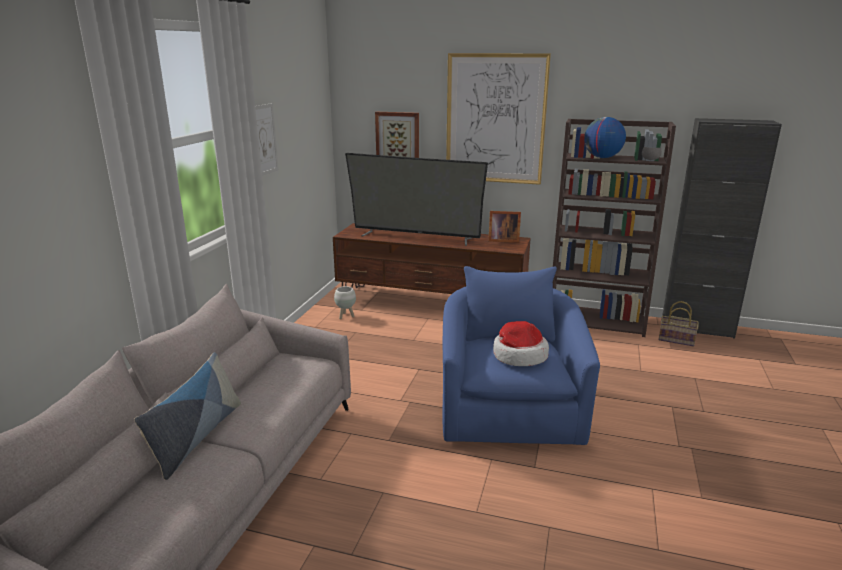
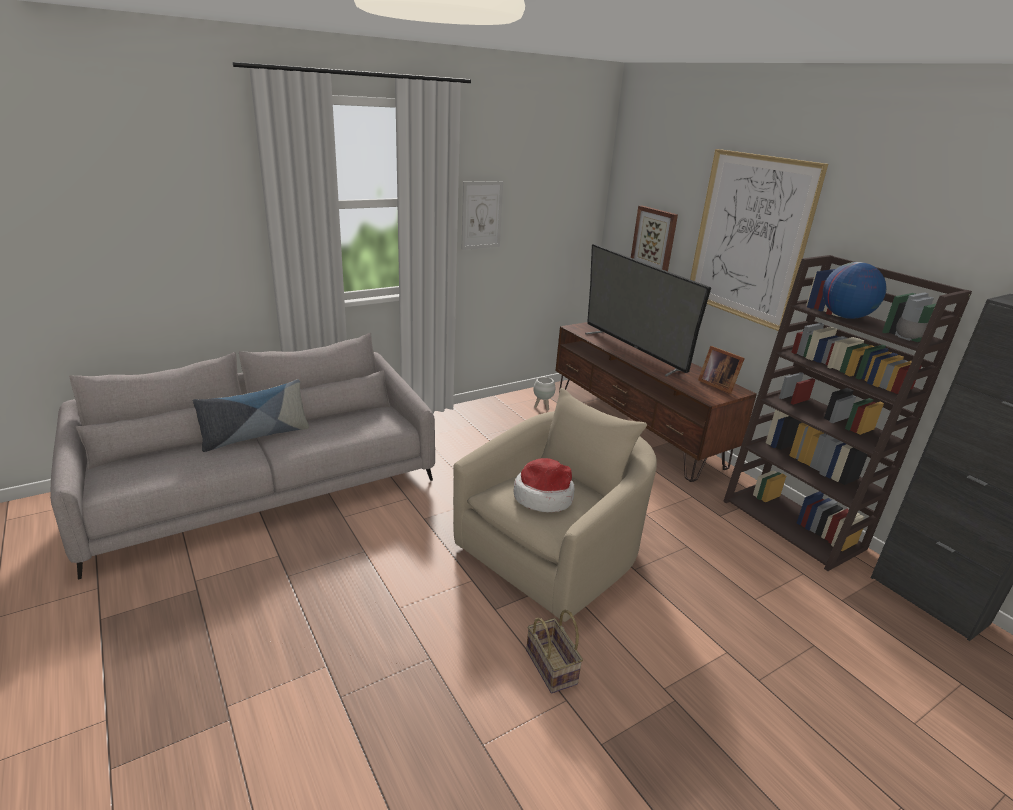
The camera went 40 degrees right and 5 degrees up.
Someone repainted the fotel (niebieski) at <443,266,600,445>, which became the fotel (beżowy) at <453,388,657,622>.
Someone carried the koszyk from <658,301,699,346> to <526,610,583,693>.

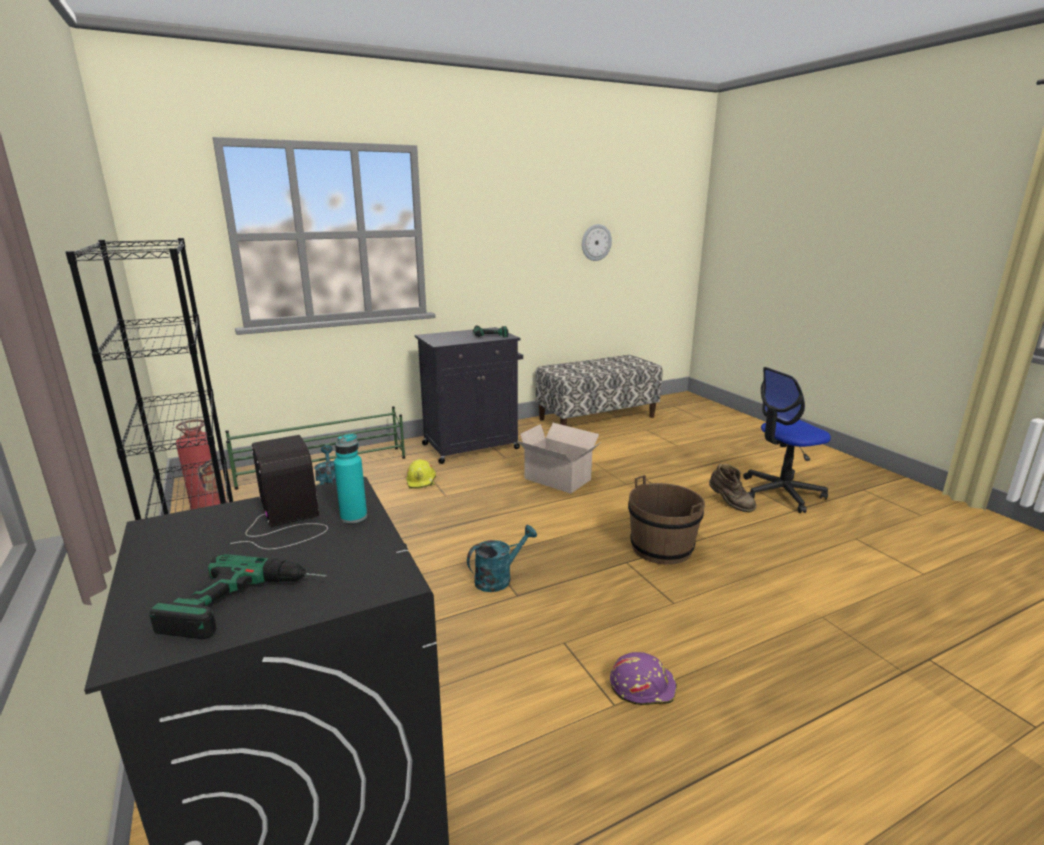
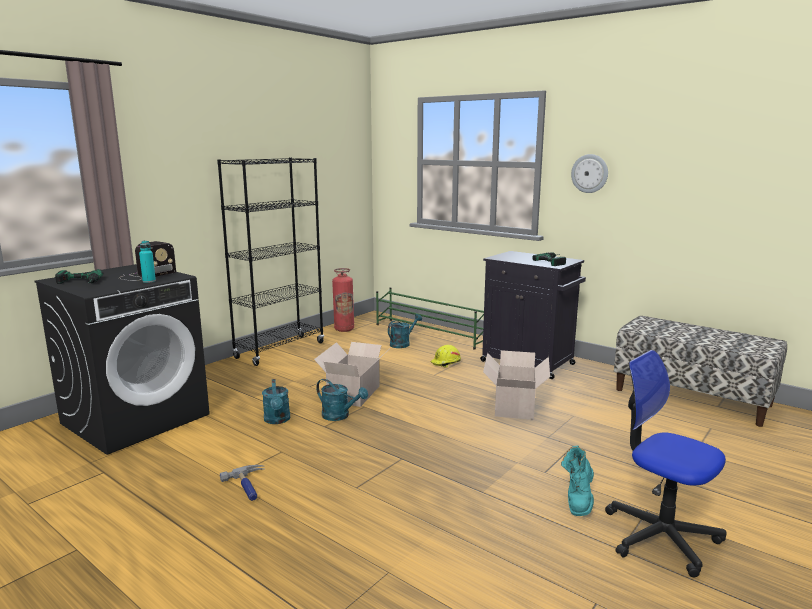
The camera went 65 degrees right and 5 degrees down.
Someone swapped the kask (fioletowy) at <610,652,677,705> for the młotek at <220,465,265,501>.
Someone put down the konewka (turkusowy) at <262,379,290,424>.
Someone put down the karton at <314,342,388,407>.
Someone repainted the but z cholewką (brązowy) at <709,464,757,512>, which became the but z cholewką (turkusowy) at <561,445,594,516>.
Someone carried the zegar ścienny from <582,224,612,261> to <571,154,608,193>.
Someone took away the wiadro (brązowy) at <628,475,705,565>.

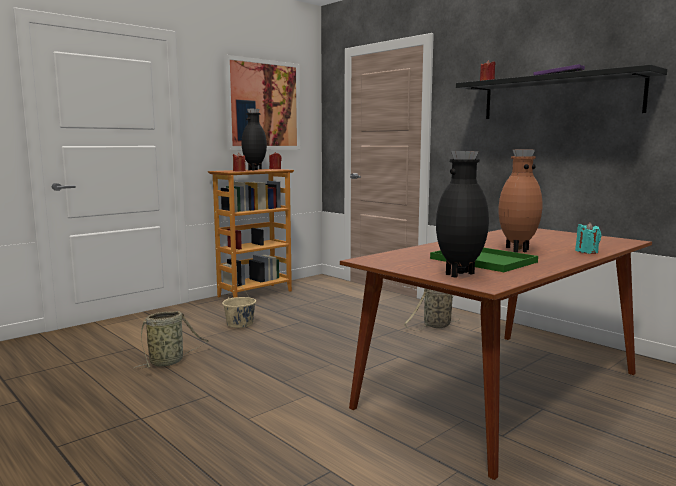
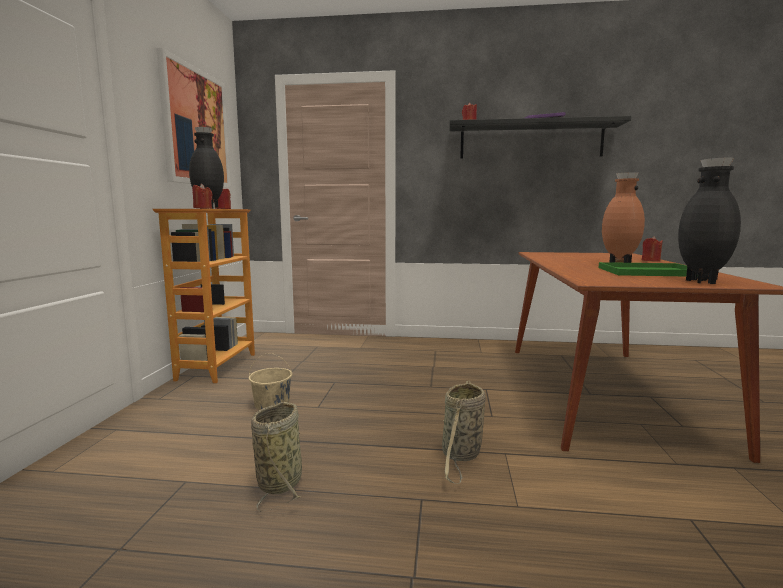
The camera went 40 degrees left and 0 degrees up.
Someone carried the koszyk from <404,288,460,331> to <442,381,486,484>.
Someone repainted the świeca (turkusowy) at <575,222,601,254>, which became the świeca (czerwony) at <642,236,663,262>.

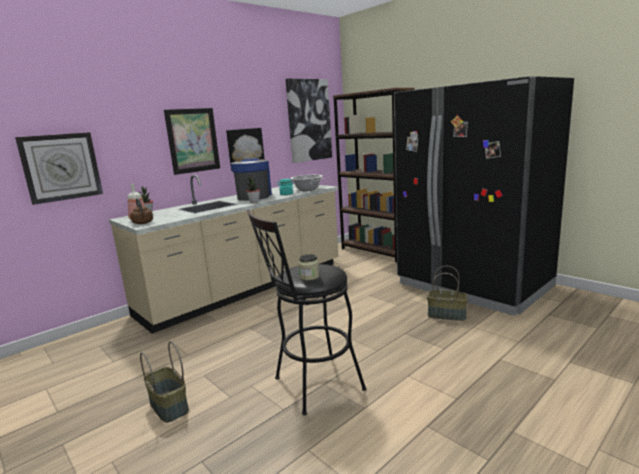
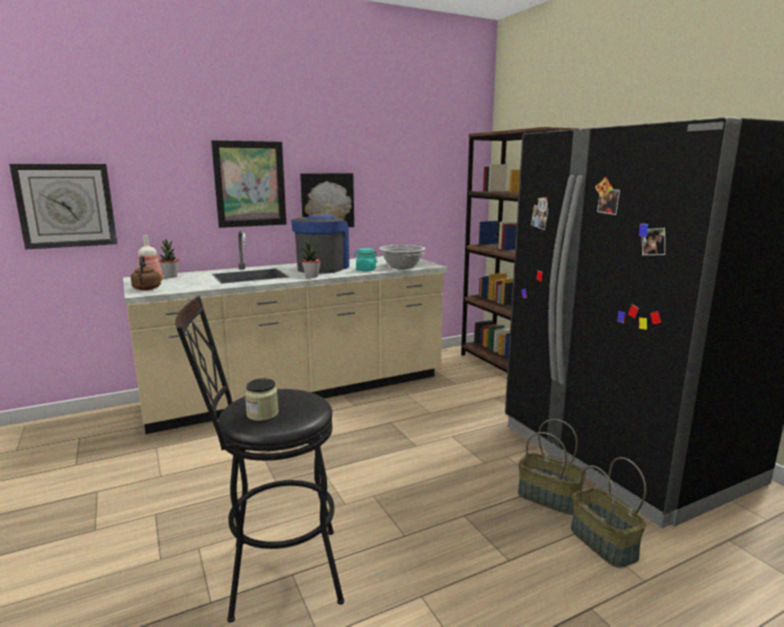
The camera went 15 degrees right and 0 degrees up.
Someone carried the koszyk from <140,341,189,423> to <571,457,646,568>.
Someone took away the obraz at <286,79,332,163>.

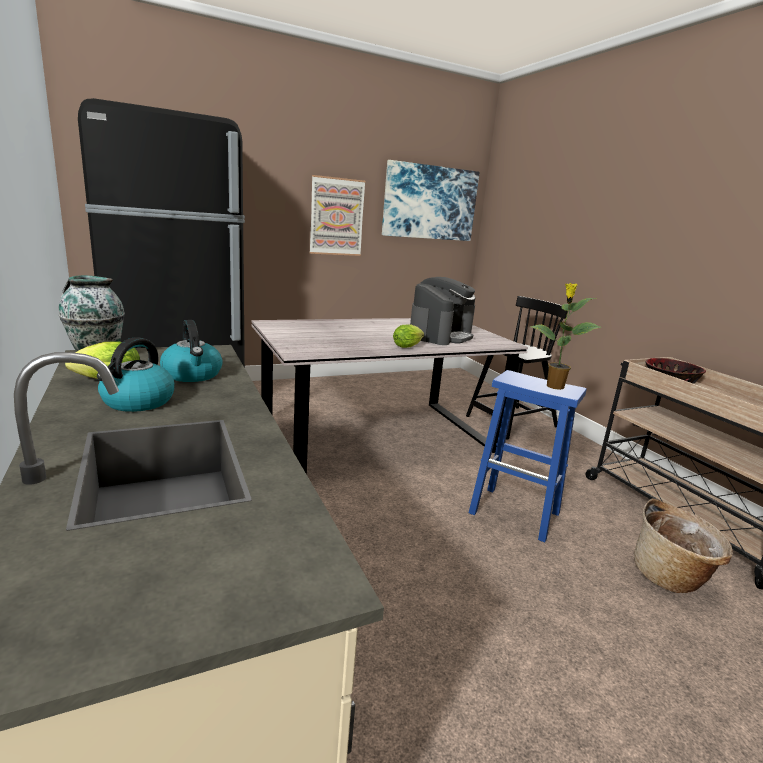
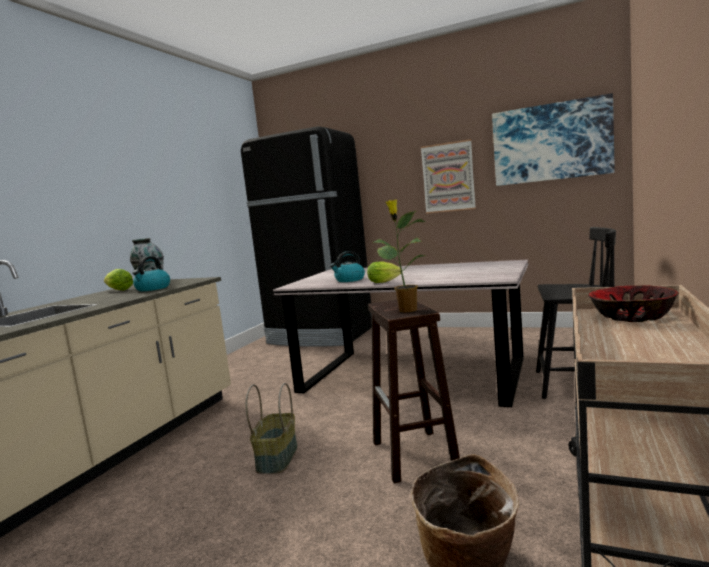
The camera went 50 degrees right and 10 degrees down.
Someone put down the koszyk at <246,383,297,474>.
Someone carried the czajnik from <97,337,175,412> to <330,251,365,282>.
Someone repainted the stołek (niebieski) at <469,370,587,543>, which became the stołek (brązowy) at <368,300,460,483>.
Someone took away the ekspres do kawy at <410,277,475,345>.

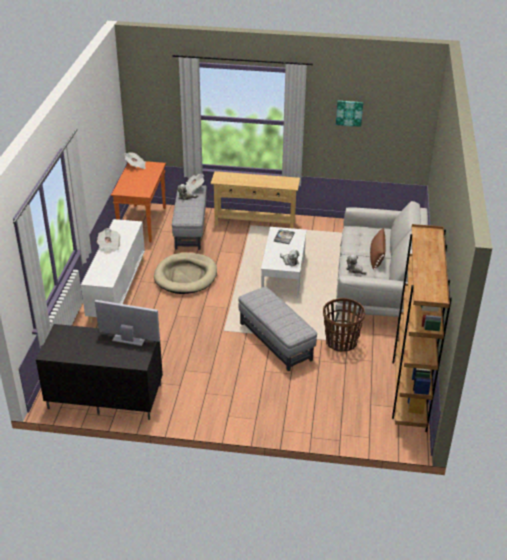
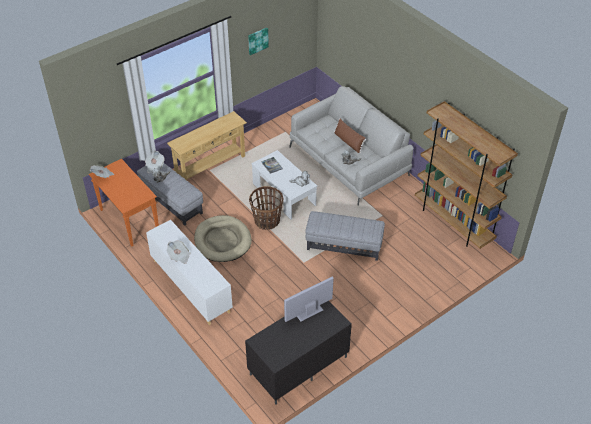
The camera went 45 degrees left and 10 degrees up.
Someone carried the koszyk from <323,298,365,352> to <249,186,283,230>.

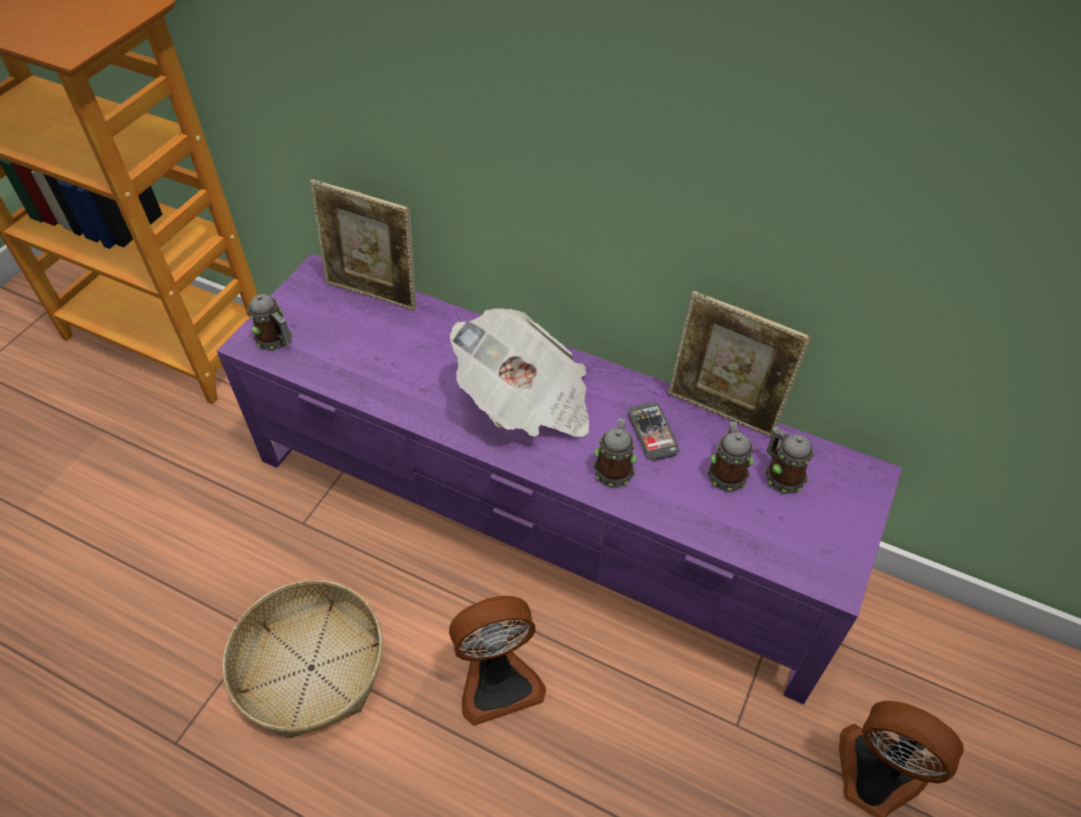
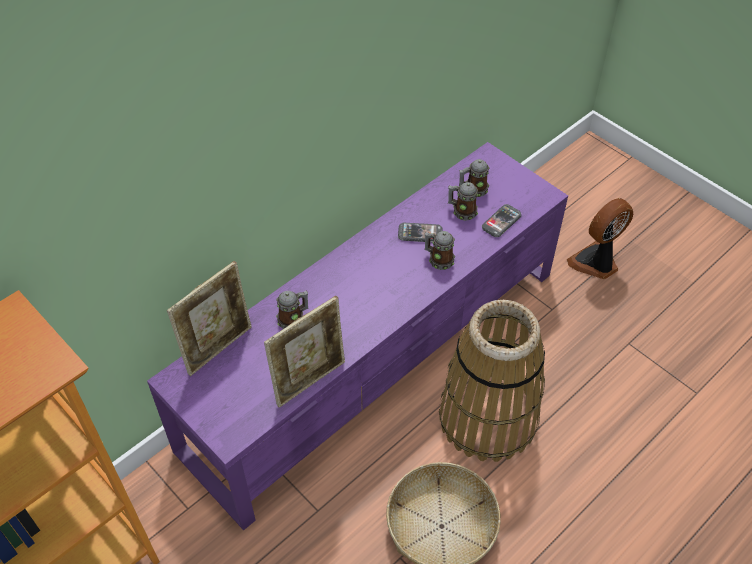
The camera went 70 degrees left and 0 degrees up.
Someone carried the ramka na zdjęcie from <668,291,811,437> to <264,296,345,408>.
Someone carried the kubek from <247,294,292,351> to <276,291,309,329>.
Someone swapped the wentylator at <449,596,546,726> for the koszyk at <439,300,545,462>.
Someone put down the telefon at <482,204,522,237>.
Someone took away the gazeta at <450,308,589,437>.

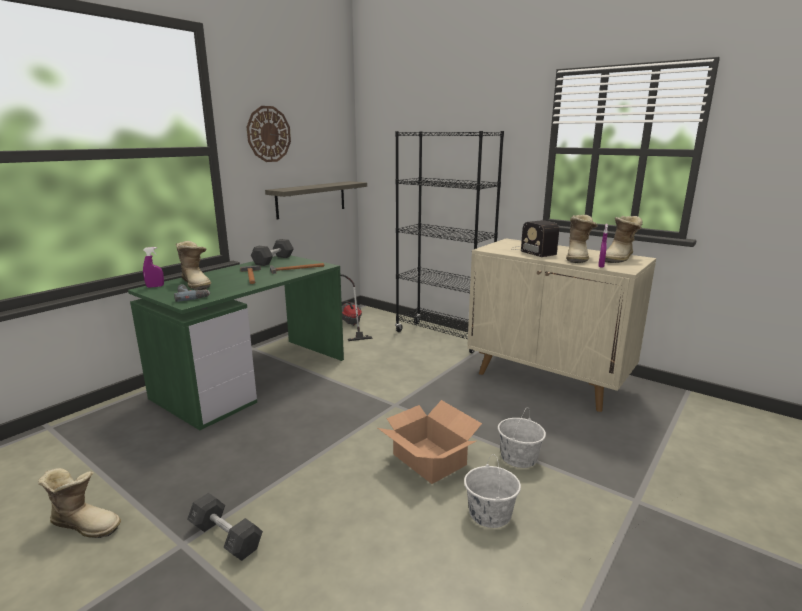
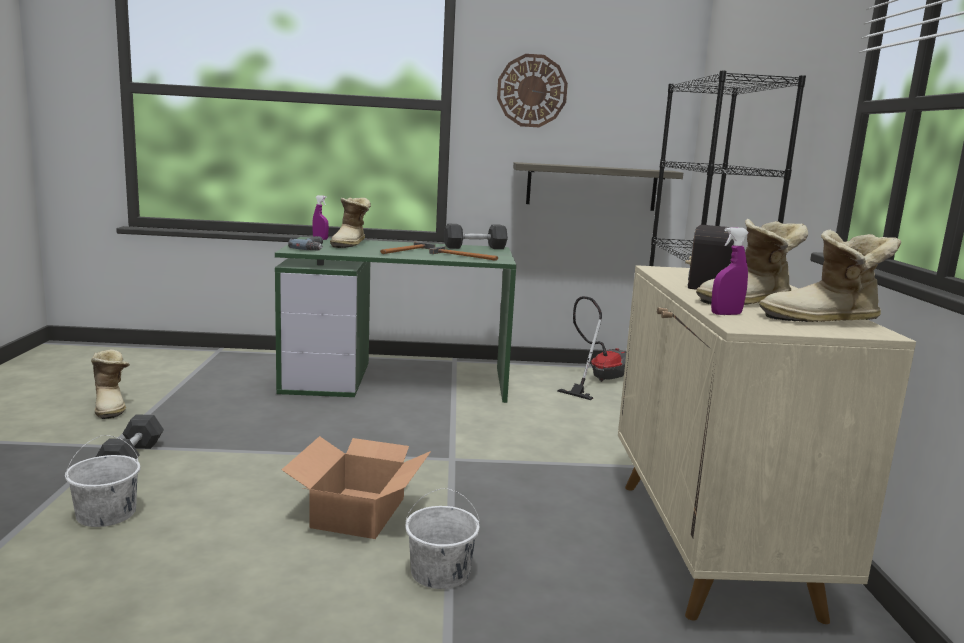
The camera went 50 degrees right and 5 degrees down.
Someone carried the wiadro (biały) from <464,454,521,528> to <65,435,140,527>.

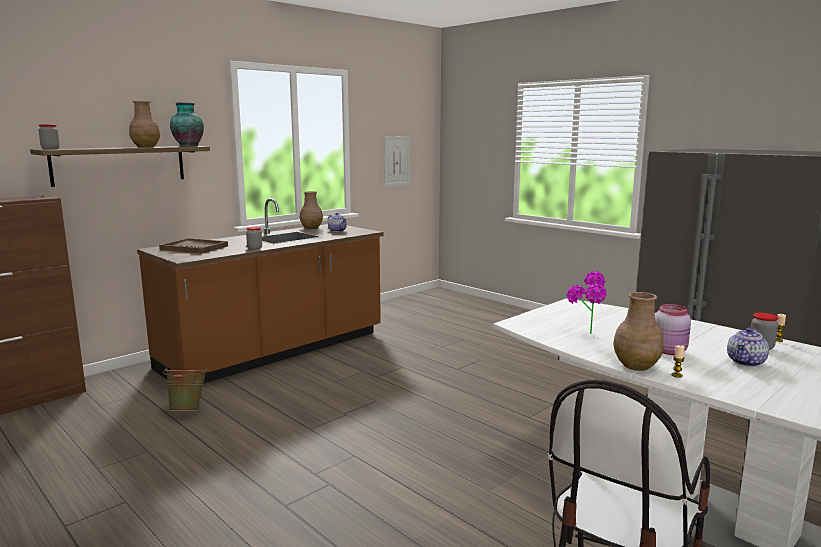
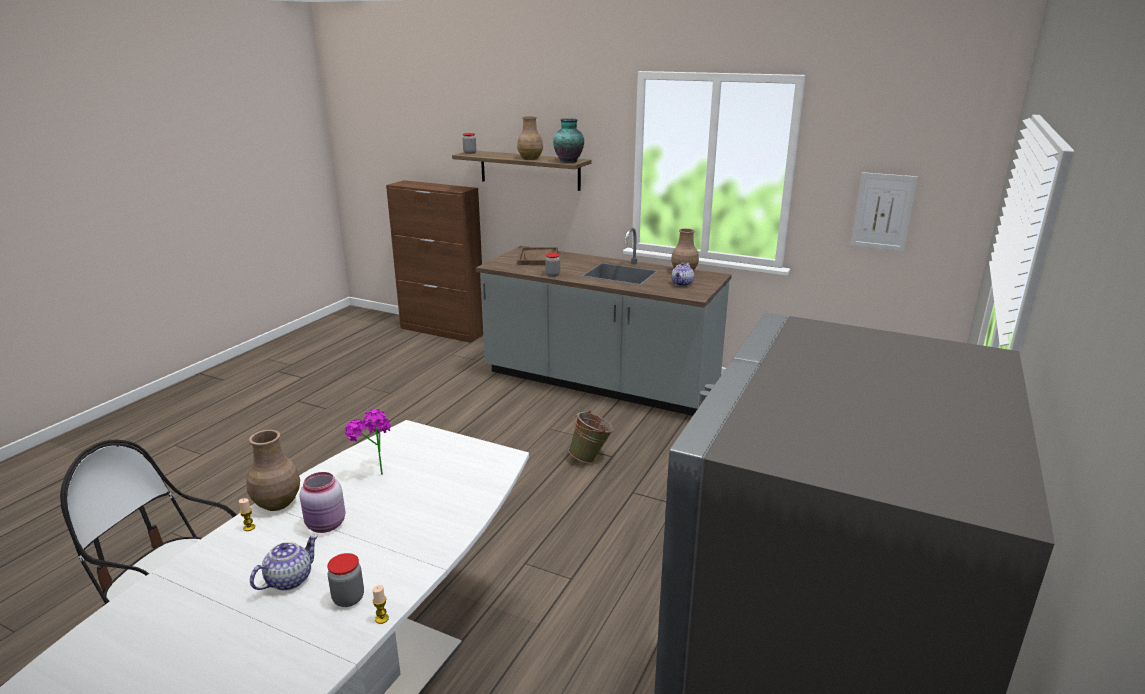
The camera went 70 degrees right and 10 degrees up.
Someone rotated the imbryk at <727,328,769,367> by 105 degrees clockwise.
Someone repainted the zabudowa kuchenna (brązowy) at <137,198,384,384>, which became the zabudowa kuchenna (szary) at <476,228,732,416>.
Someone carried the wiadro (zielony) from <163,367,208,411> to <569,410,614,463>.

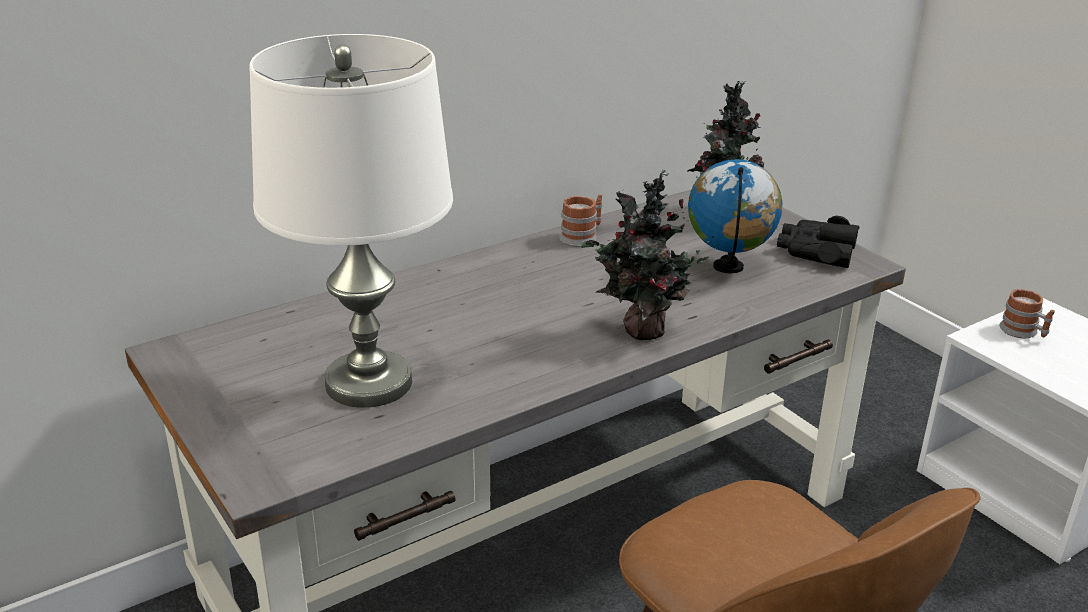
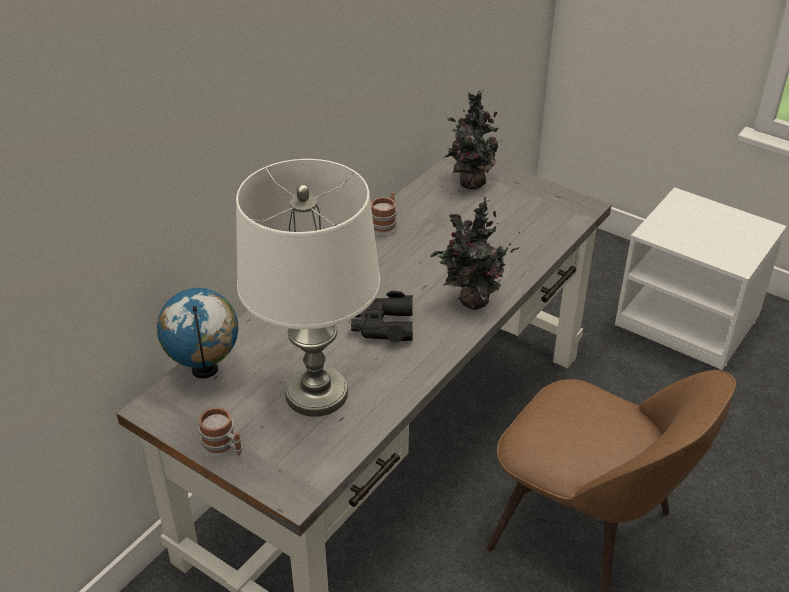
The camera went 20 degrees left and 10 degrees up.
Someone carried the globus from <688,159,782,273> to <157,288,239,378>.
Someone carried the kubek from <999,289,1055,338> to <198,407,242,458>.
Someone carried the lornetka (czarny) from <777,216,860,268> to <351,291,413,343>.

